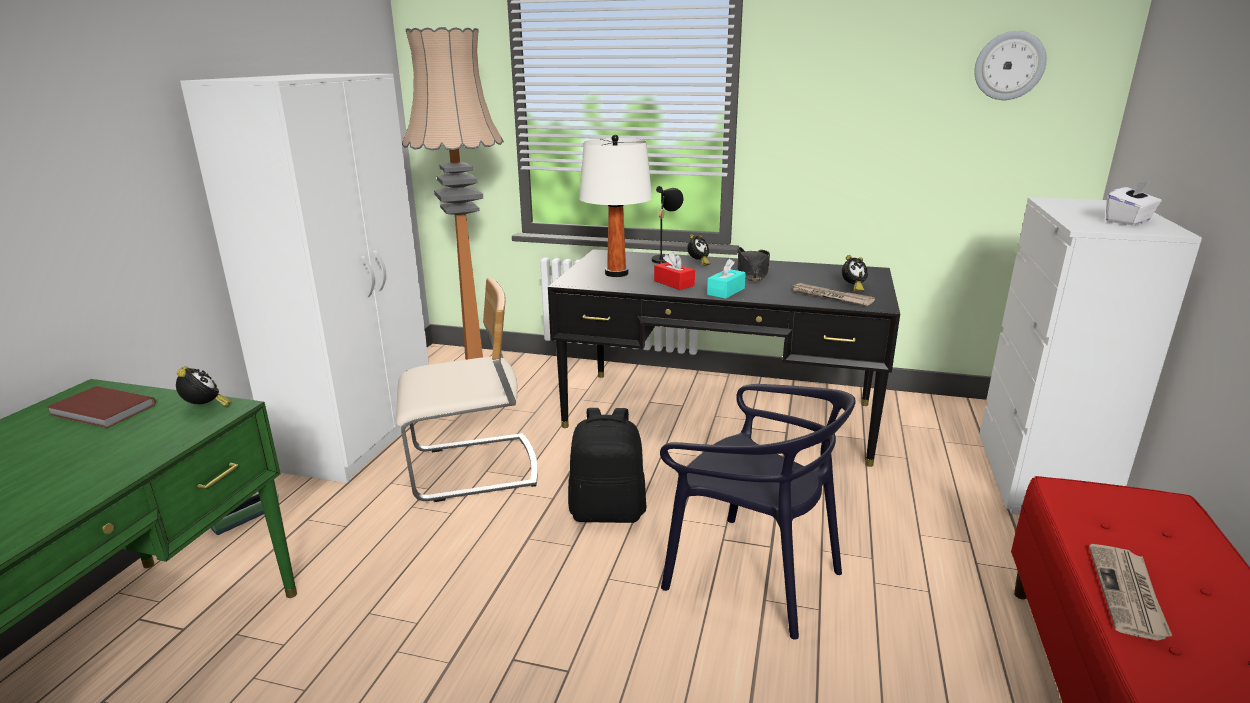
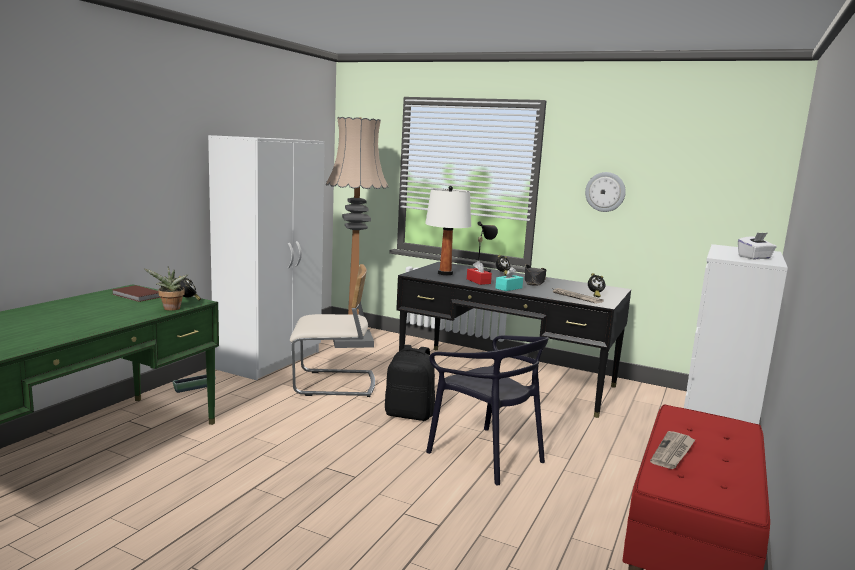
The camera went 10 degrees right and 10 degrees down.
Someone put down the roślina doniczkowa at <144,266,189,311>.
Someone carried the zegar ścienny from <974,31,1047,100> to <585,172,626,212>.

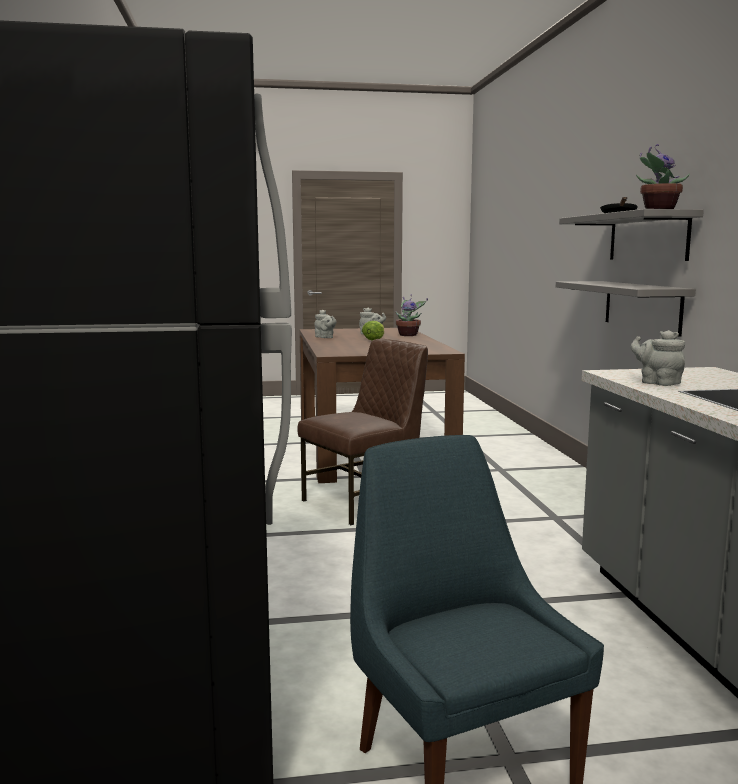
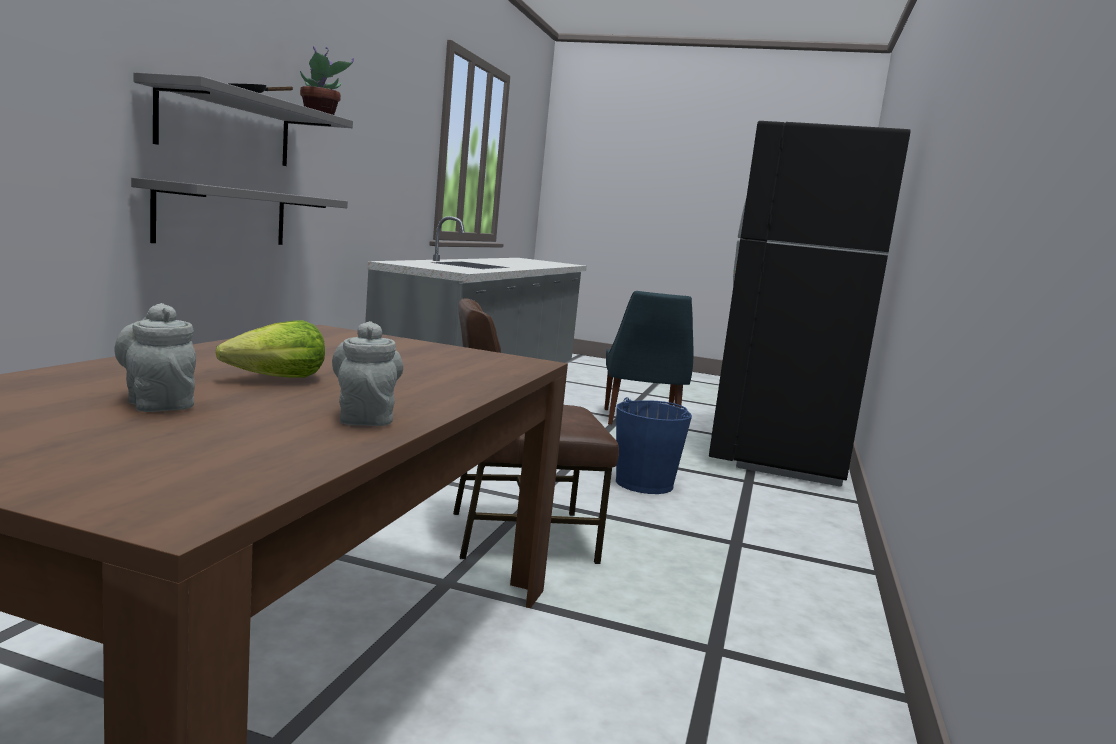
The camera went 155 degrees left and 0 degrees up.
Someone put down the wiadro (niebieski) at <616,397,692,494>.
Someone took away the roślina doniczkowa at <396,297,428,336>.
Someone took away the imbryk (szary) at <631,330,685,386>.

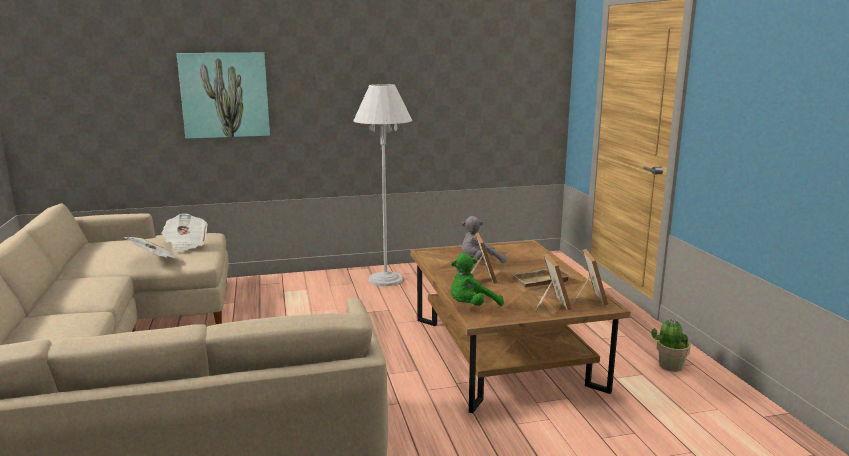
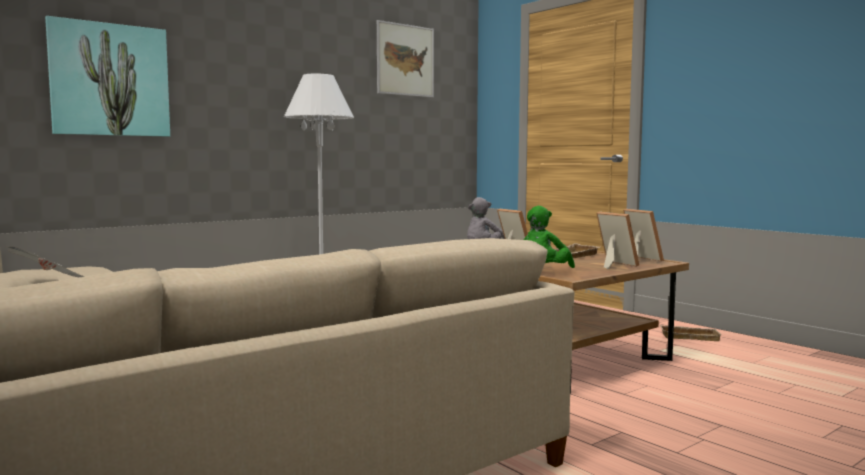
The camera went 25 degrees left and 10 degrees down.
Someone put up the obraz at <377,20,434,97>.
Someone swapped the roślina doniczkowa at <651,318,691,372> for the taca (beżowy) at <660,325,722,341>.
Someone took away the gazeta at <161,214,208,252>.

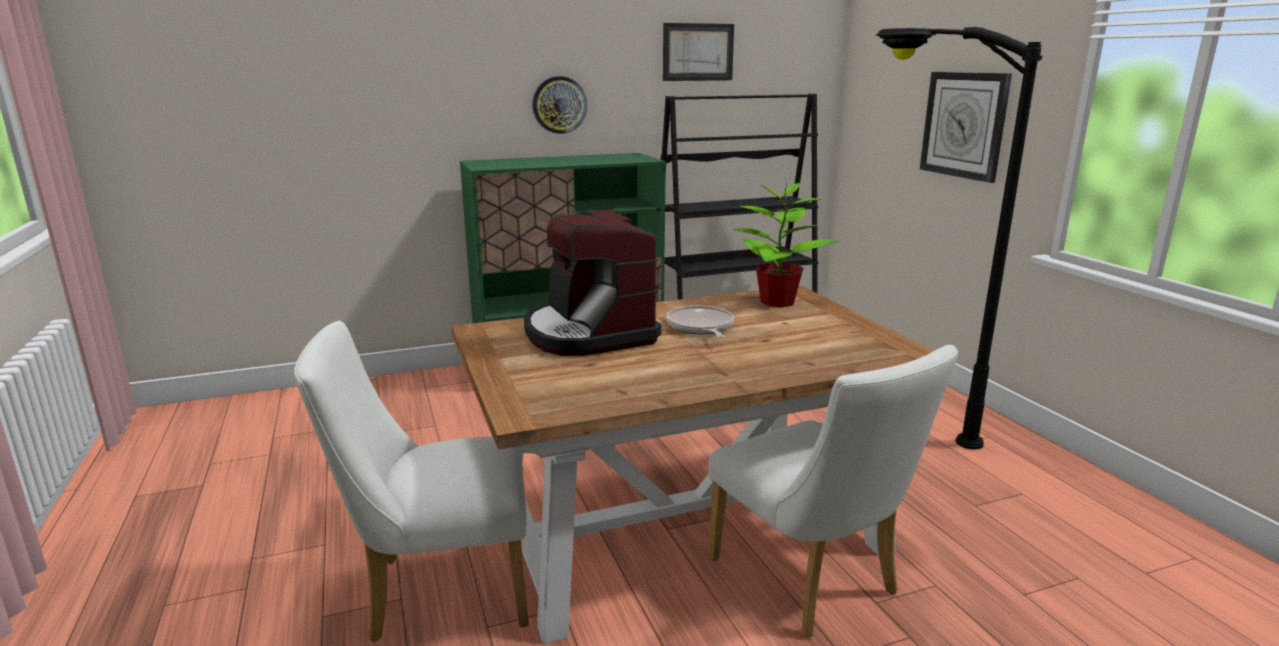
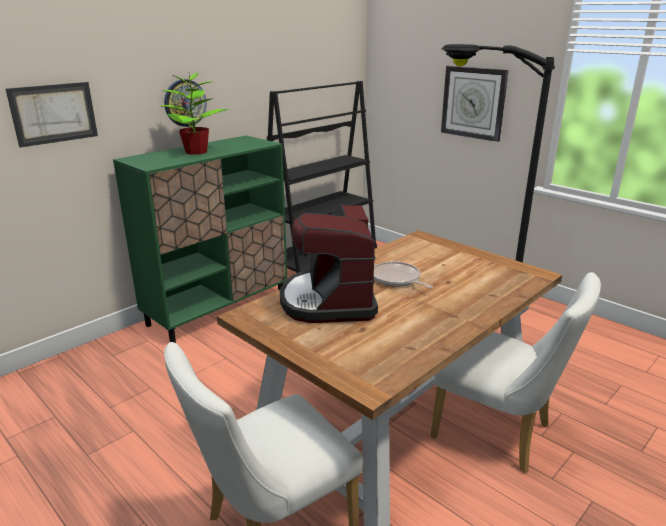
The camera went 25 degrees left and 5 degrees up.
Someone carried the obraz from <663,23,734,81> to <6,82,98,147>.
Someone carried the roślina doniczkowa from <733,179,839,307> to <160,73,229,155>.
Someone rotated the ekspres do kawy at <524,210,661,356> by 45 degrees clockwise.

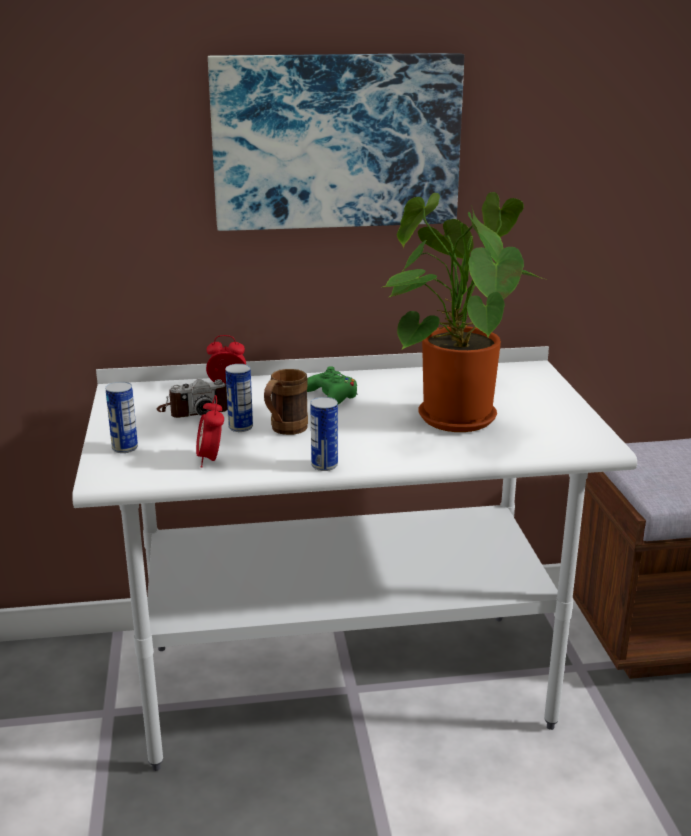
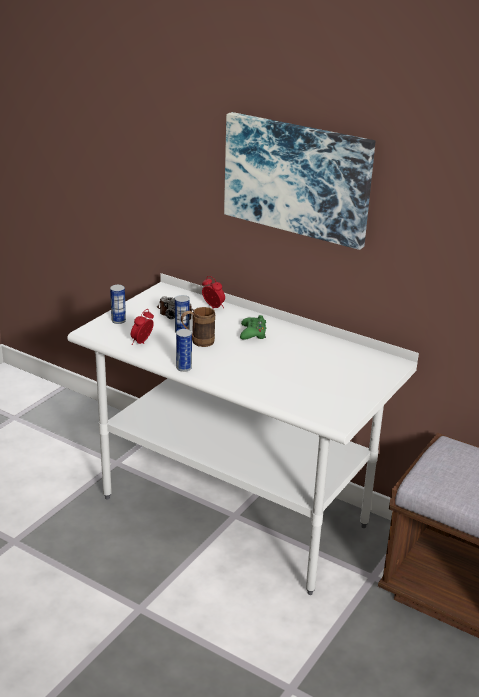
The camera went 40 degrees right and 5 degrees up.
Someone took away the roślina doniczkowa at <383,192,548,432>.

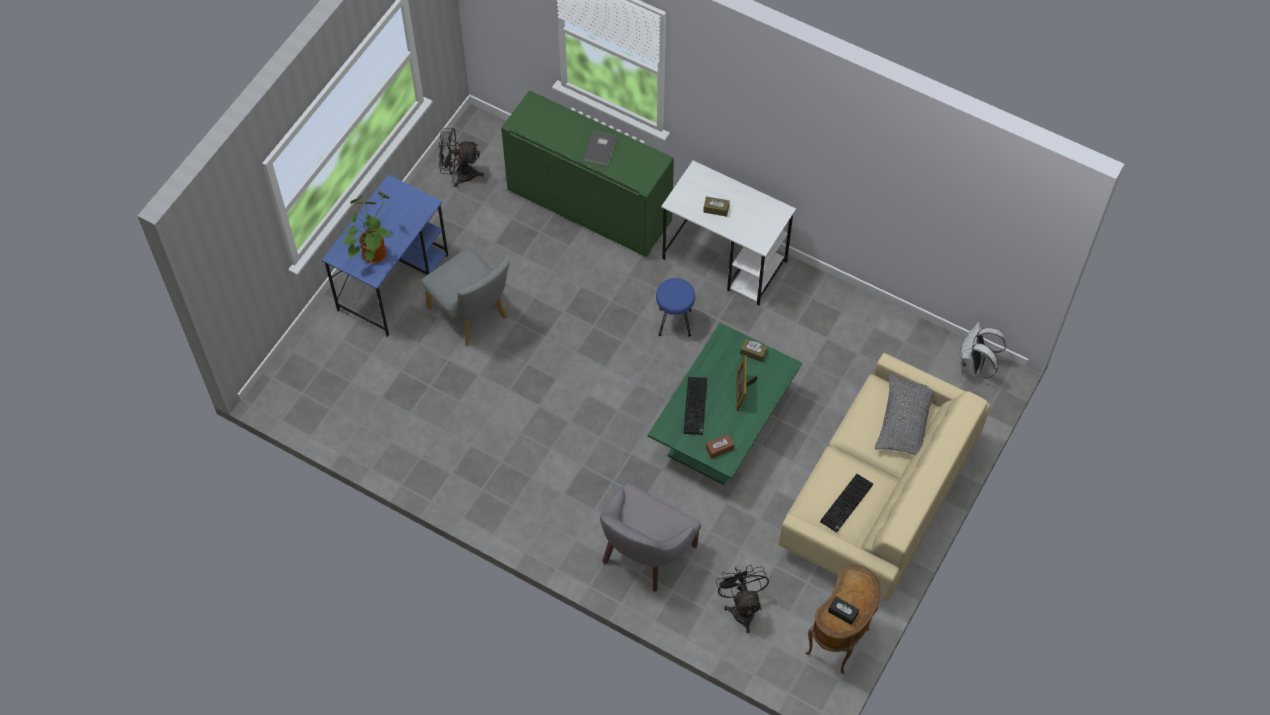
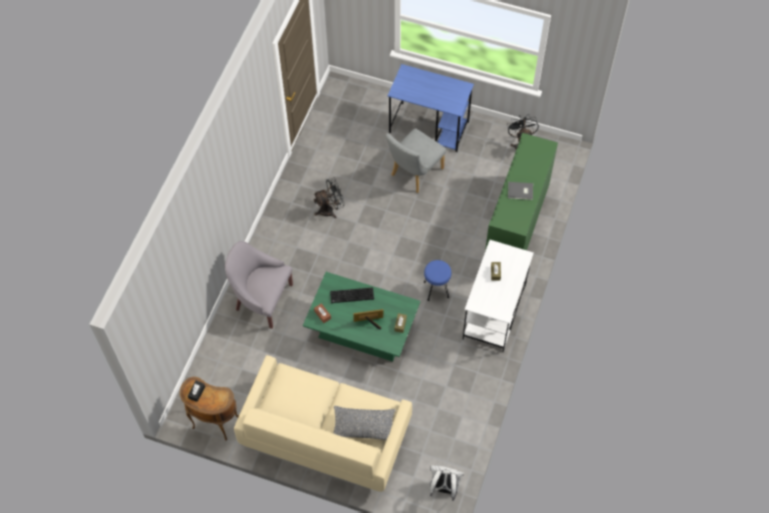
The camera went 80 degrees right and 0 degrees up.
Someone carried the wentylator (czarny) from <716,565,769,633> to <313,178,345,218>.
Someone took away the roślina doniczkowa at <342,191,391,263>.
Someone took away the klawiatura at <820,474,873,532>.

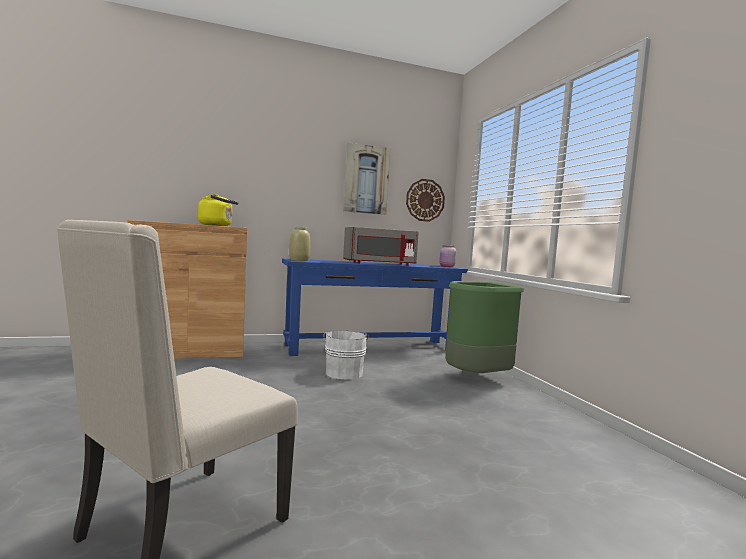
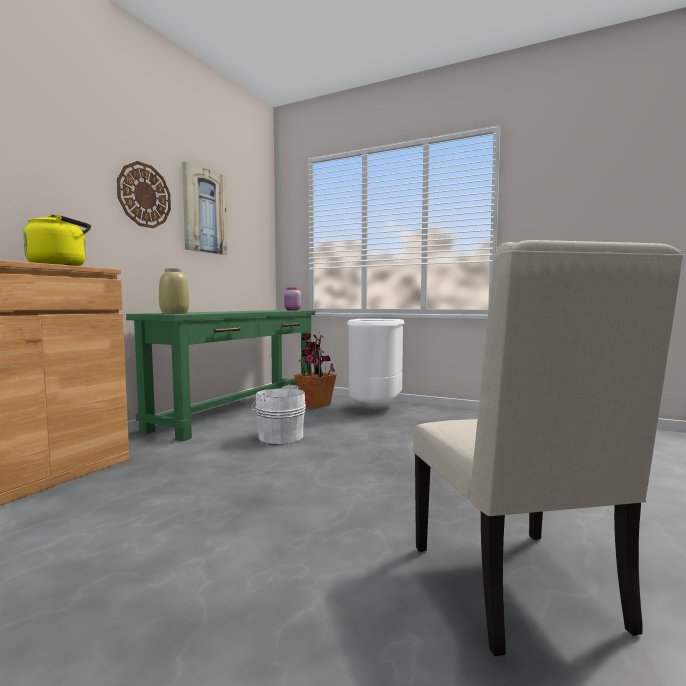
The camera went 45 degrees left and 0 degrees up.
Someone carried the zegar ścienny from <406,179,445,222> to <117,161,171,228>.
Someone repainted the stolik konsolowy (niebieski) at <282,258,468,356>, which became the stolik konsolowy (zielony) at <126,310,316,441>.
Someone put down the roślina doniczkowa at <294,331,337,409>.
Someone repainted the kosz na śmieci (zielony) at <445,281,524,373>, which became the kosz na śmieci (biały) at <347,319,405,403>.
Someone took away the mikrofalówka (szary) at <343,227,419,266>.

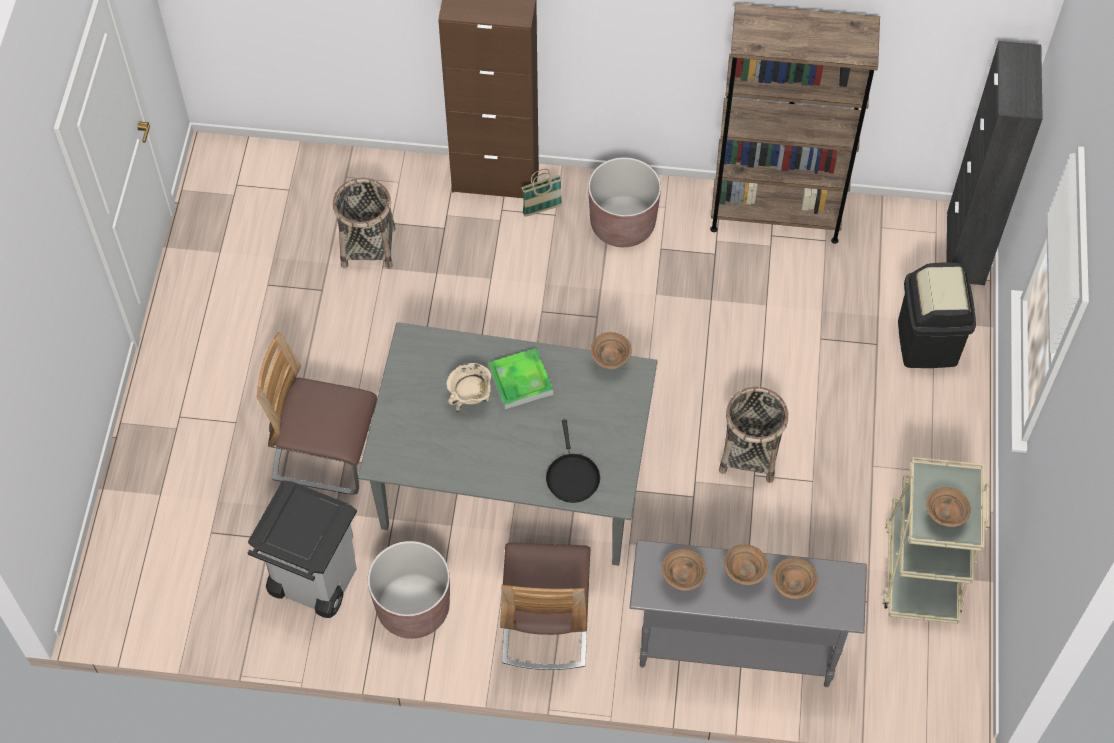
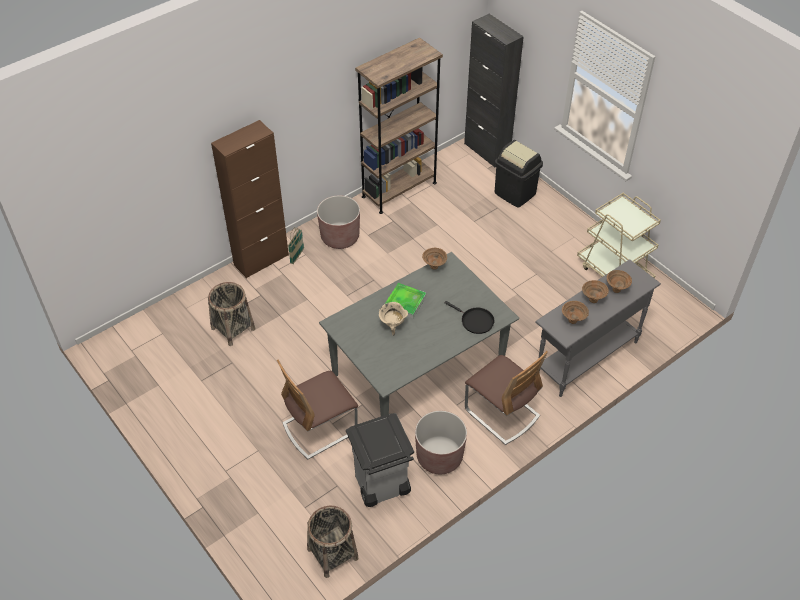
The camera went 45 degrees left and 10 degrees down.
Someone carried the koszyk from <719,387,788,483> to <307,506,359,578>.
Someone took away the miska (brązowy) at <926,487,971,527>.

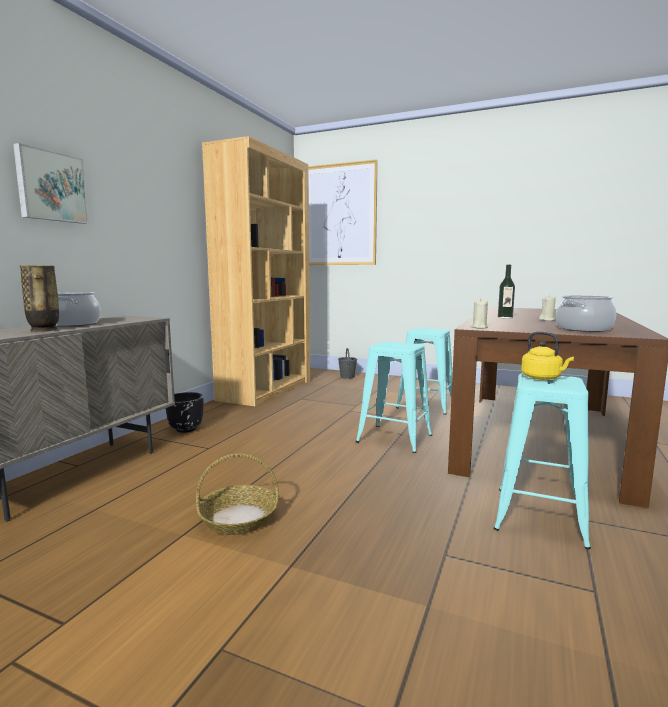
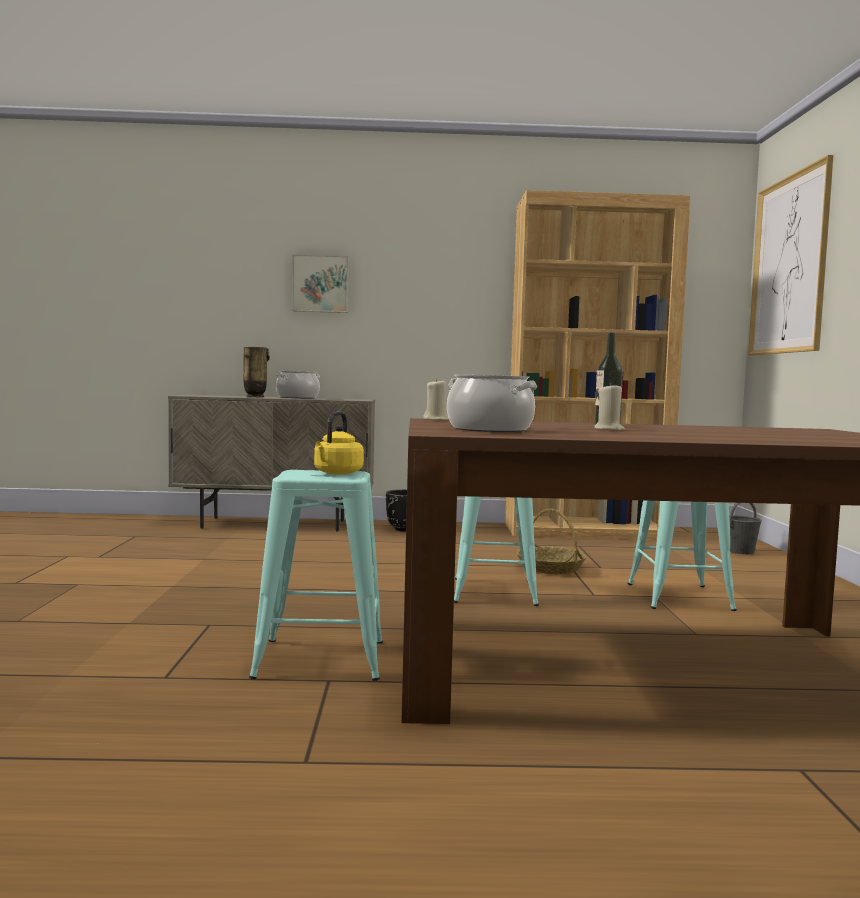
The camera went 65 degrees right and 5 degrees down.
Someone carried the koszyk from <196,453,279,535> to <516,509,587,574>.

